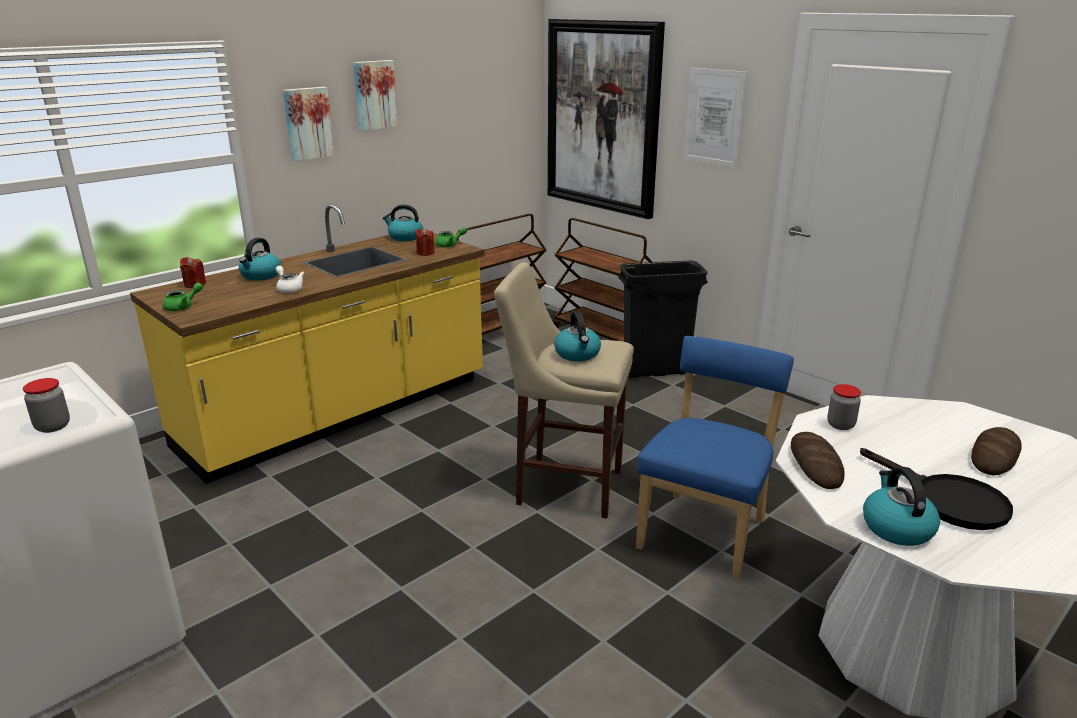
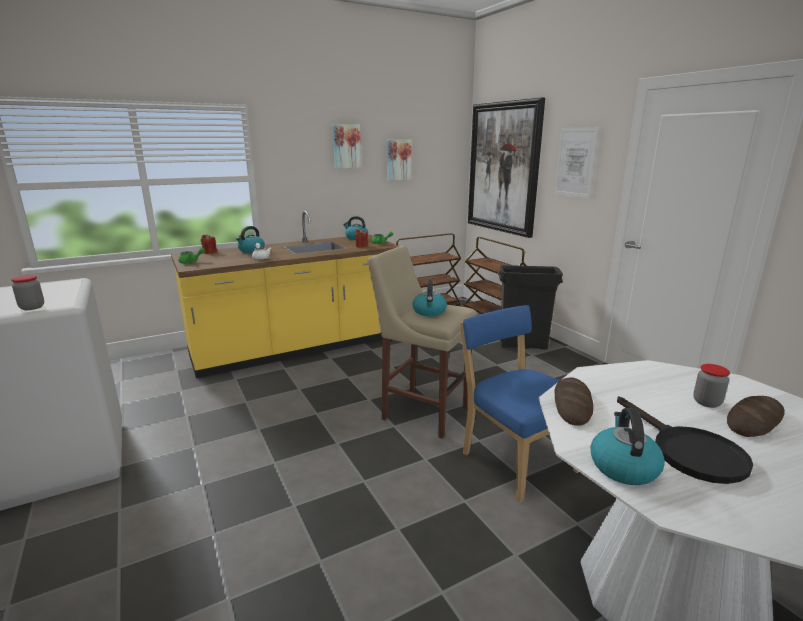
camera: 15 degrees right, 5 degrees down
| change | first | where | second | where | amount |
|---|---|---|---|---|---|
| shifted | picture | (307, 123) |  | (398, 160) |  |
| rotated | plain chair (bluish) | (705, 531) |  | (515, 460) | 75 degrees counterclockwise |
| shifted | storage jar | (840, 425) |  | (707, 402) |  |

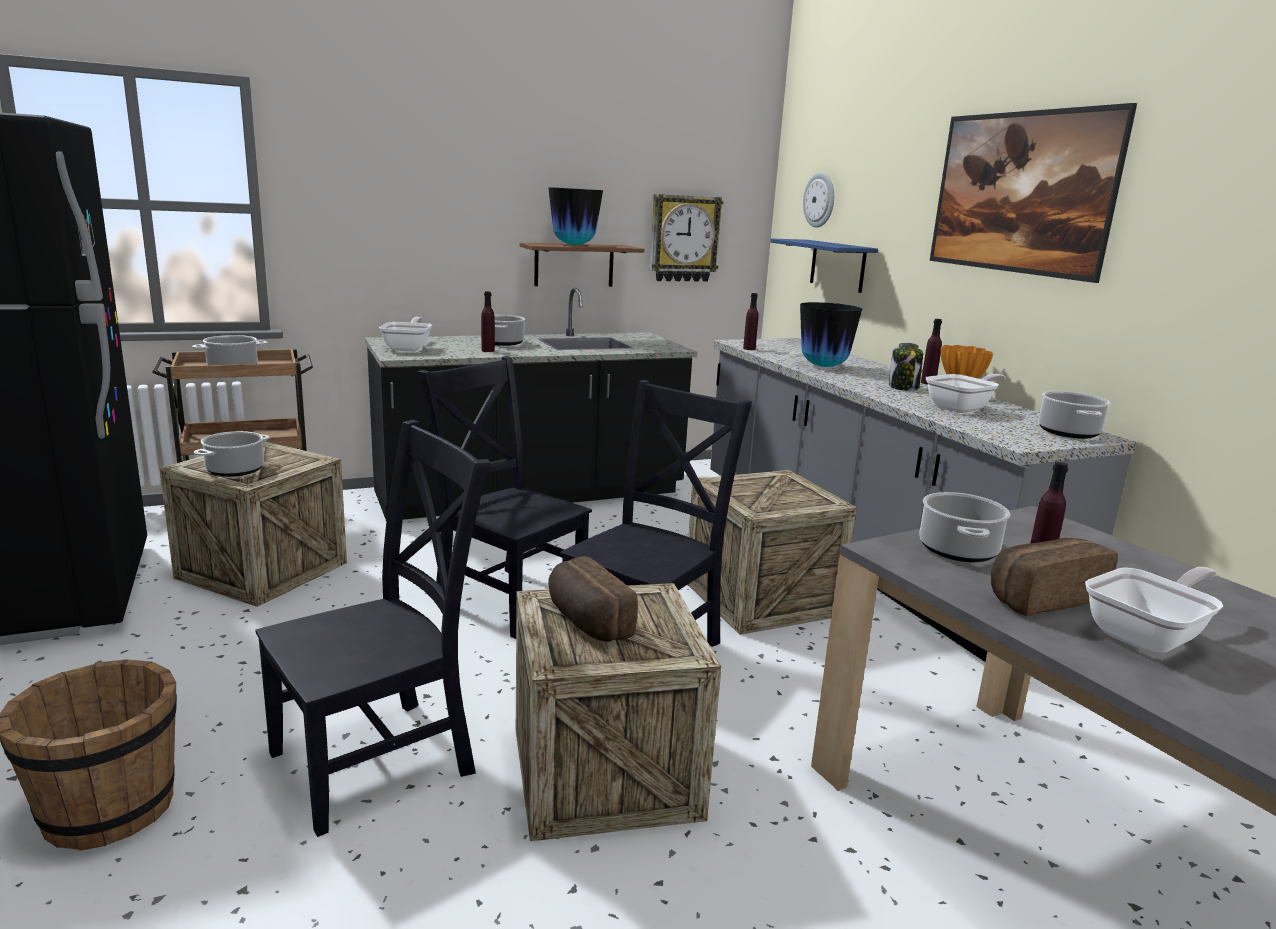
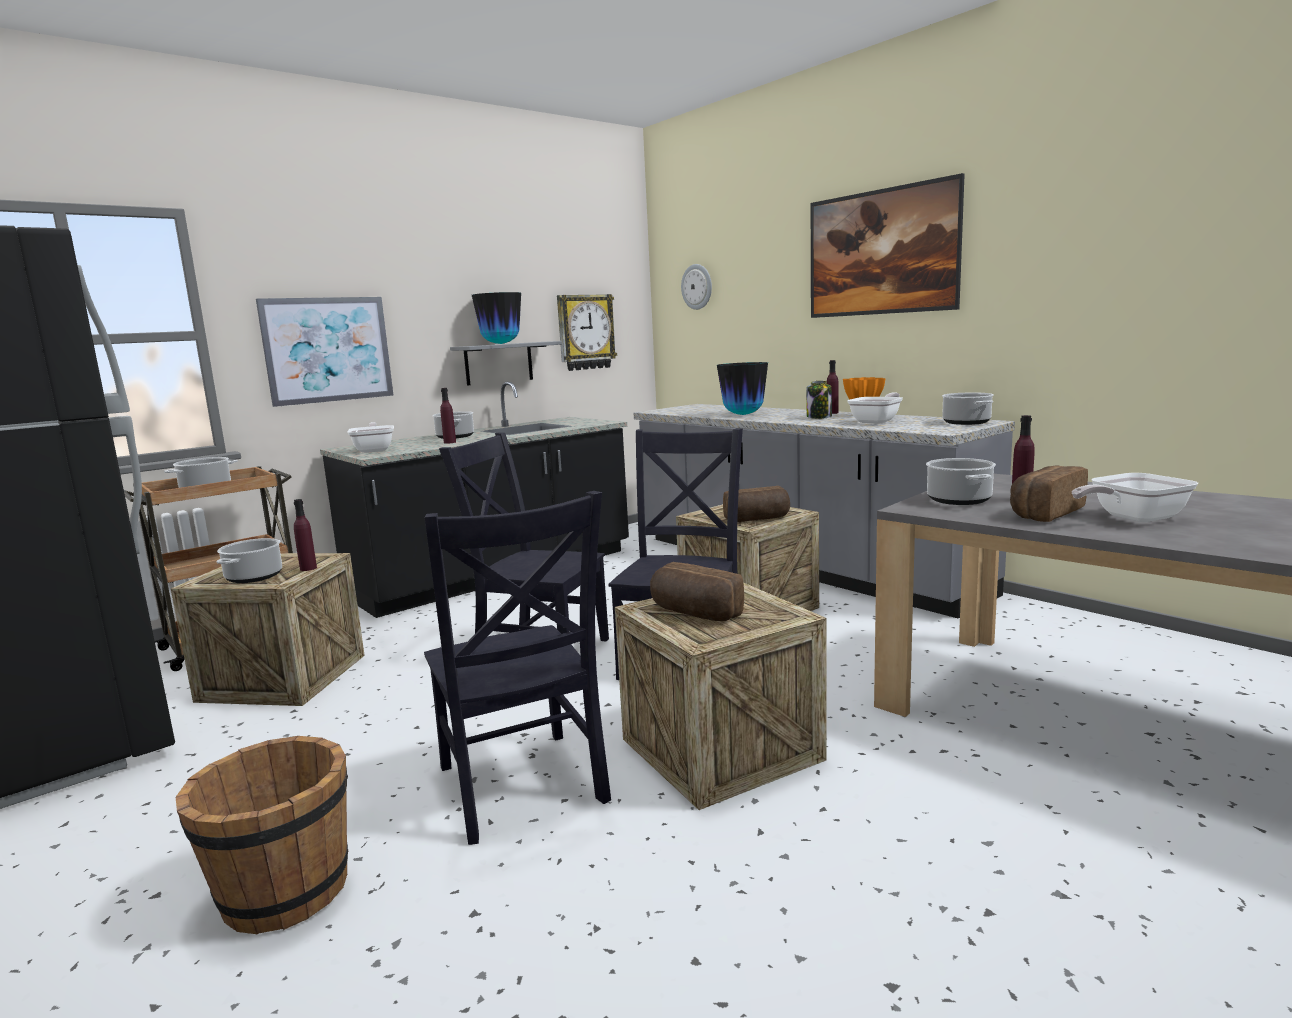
camera: 15 degrees left, 5 degrees down
| change | first | where | second | where | amount |
|---|---|---|---|---|---|
| new |  |  | picture | (327, 350) |  |
| shifted | drink bottle (purplish) | (749, 349) |  | (308, 568) |  |
| rotated | plain chair (blackish) | (381, 760) |  | (522, 788) | 120 degrees clockwise |
| repainted | shelf (brown) | (574, 265) | shelf (greyish) | (498, 363) |  |
| new |  |  | baked bread | (757, 519) |  |
| rotated | pan | (1149, 636) |  | (1131, 518) | 150 degrees counterclockwise |
| gone | shelf (bluish) | (837, 265) |  |  |  |

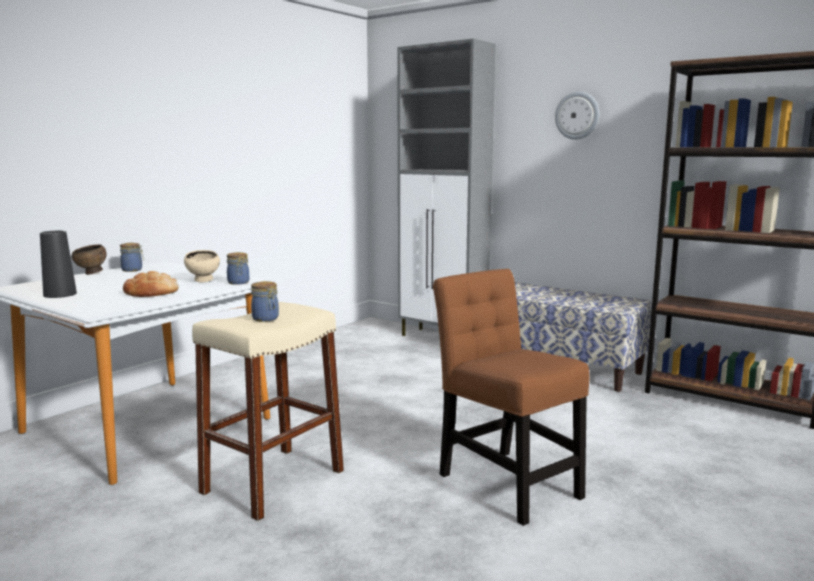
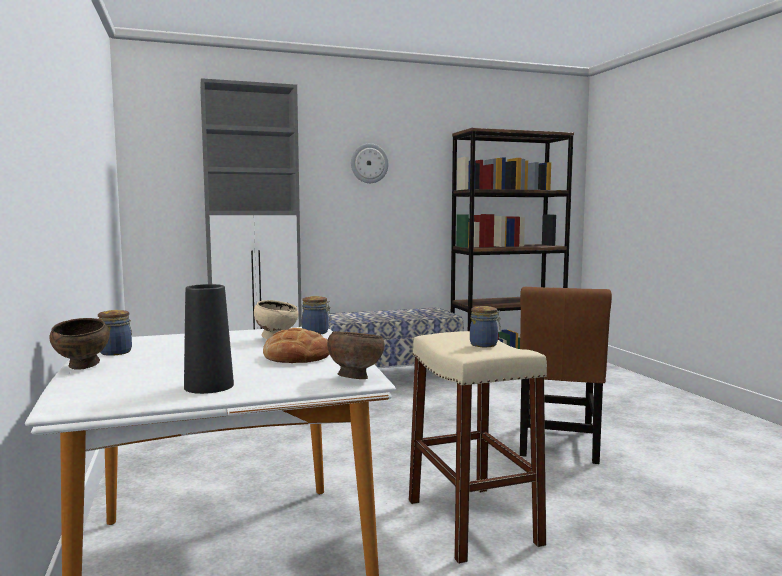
camera: 55 degrees left, 5 degrees down
| change | first | where | second | where | amount |
|---|---|---|---|---|---|
| new |  |  | deep dish (brown) | (355, 378) |  |
| rotated | plain chair (brown) | (505, 482) |  | (558, 444) | 75 degrees counterclockwise |

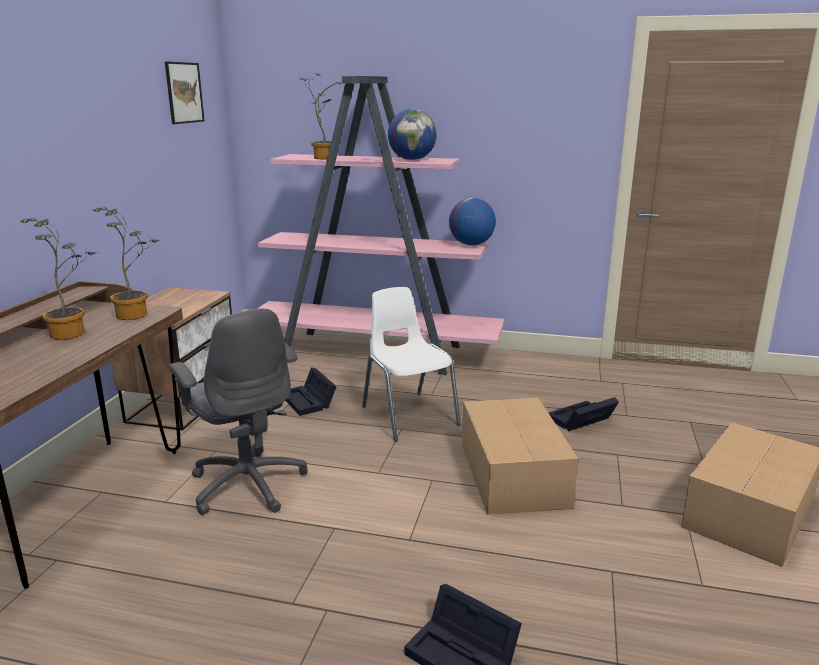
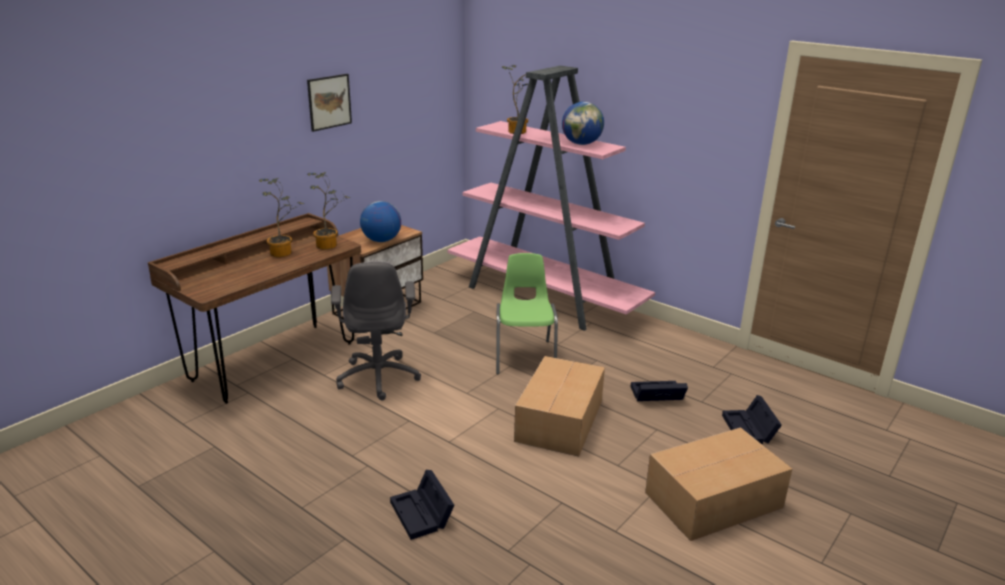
camera: 25 degrees right, 5 degrees up
| change | first | where | second | where | amount |
|---|---|---|---|---|---|
| shifted | picture | (184, 93) |  | (329, 102) |  |
| shifted | desk globe | (471, 244) |  | (381, 240) |  |
| repainted | plain chair (white) | (408, 415) | plain chair (green) | (525, 356) |  |
| shifted | storage bin (blackish) | (309, 401) |  | (750, 430) |  |

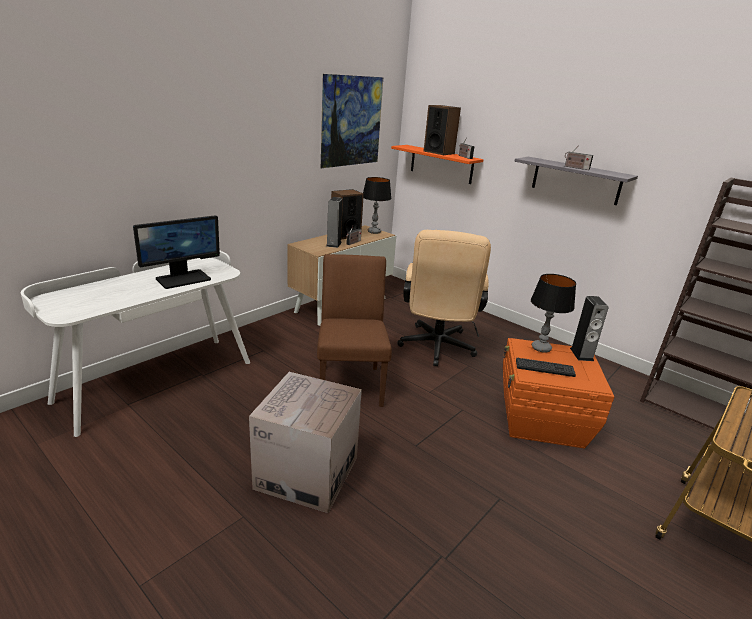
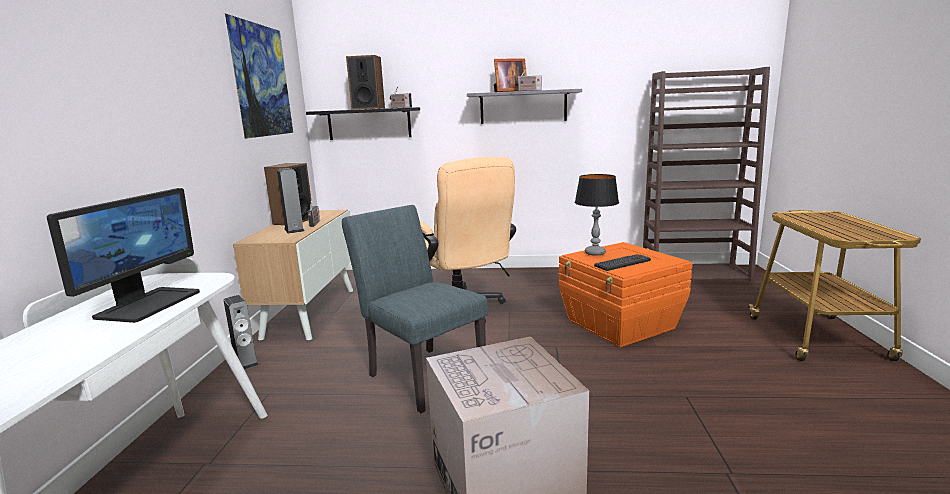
camera: 35 degrees left, 10 degrees down
| change | first | where | second | where | amount |
|---|---|---|---|---|---|
| shifted | audio speaker | (581, 354) |  | (245, 363) |  |
| repainted | shelf (orange-coloured) | (441, 164) | shelf (blackish) | (369, 124) |  |
| repainted | plain chair (brown) | (350, 381) | plain chair (greyish) | (421, 374) |  |
| new |  |  | photo frame | (509, 91) |  |
| gone | lamp for a table | (374, 232) |  |  |  |

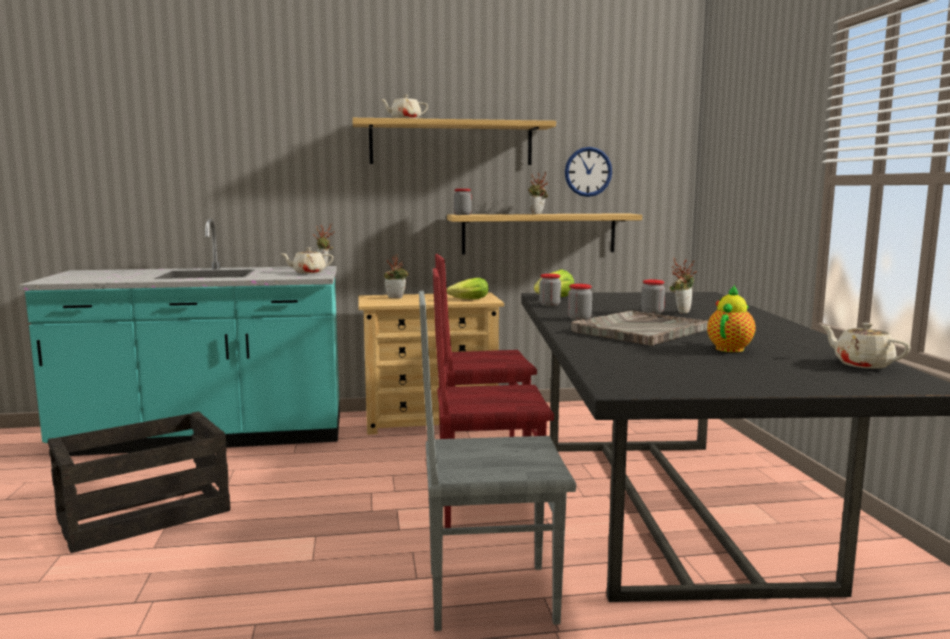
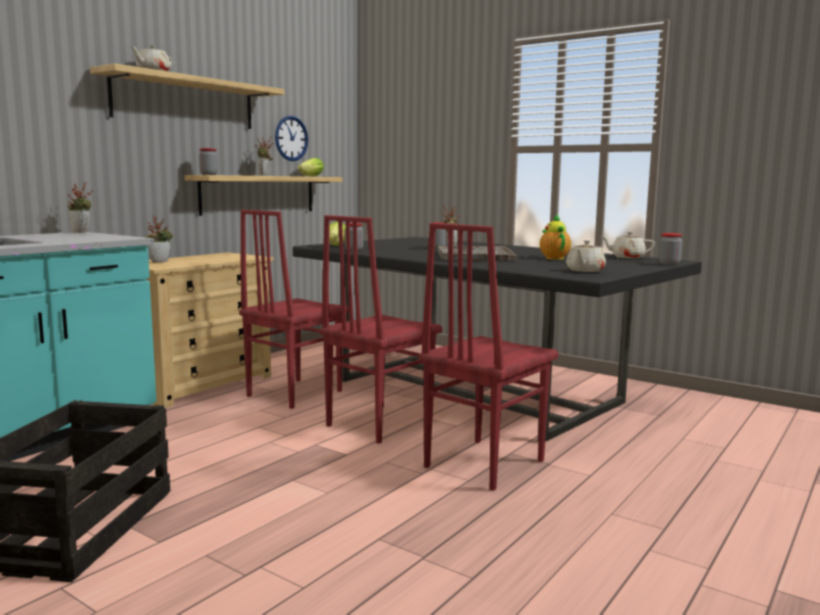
camera: 45 degrees left, 0 degrees up
| change | first | where | second | where | amount |
|---|---|---|---|---|---|
| shifted | head of lettuce | (467, 300) |  | (309, 176) |  |
| repainted | plain chair (greyish) | (489, 595) | plain chair (reddish) | (482, 463) |  |
| shifted | pot for tea (beige-coloured) | (308, 272) |  | (584, 271) |  |
| shifted | storage jar | (579, 319) |  | (669, 264) |  |

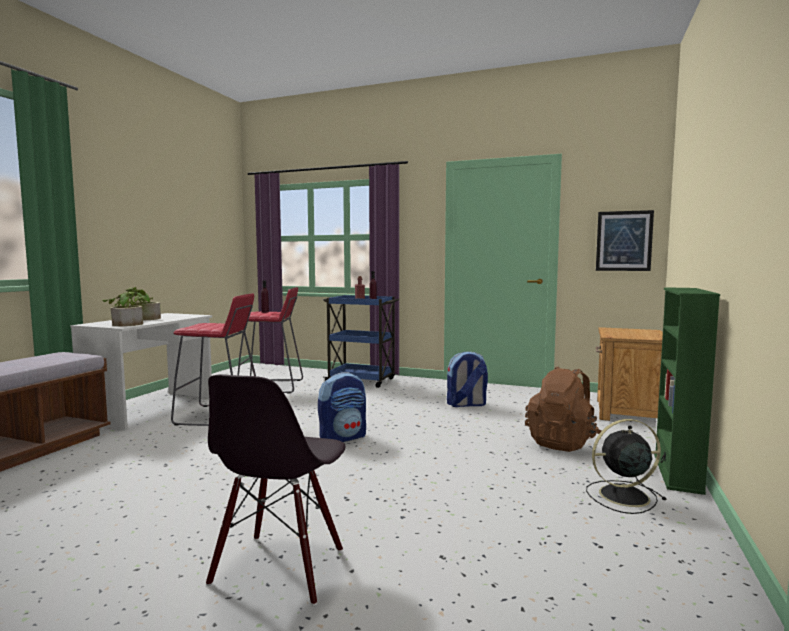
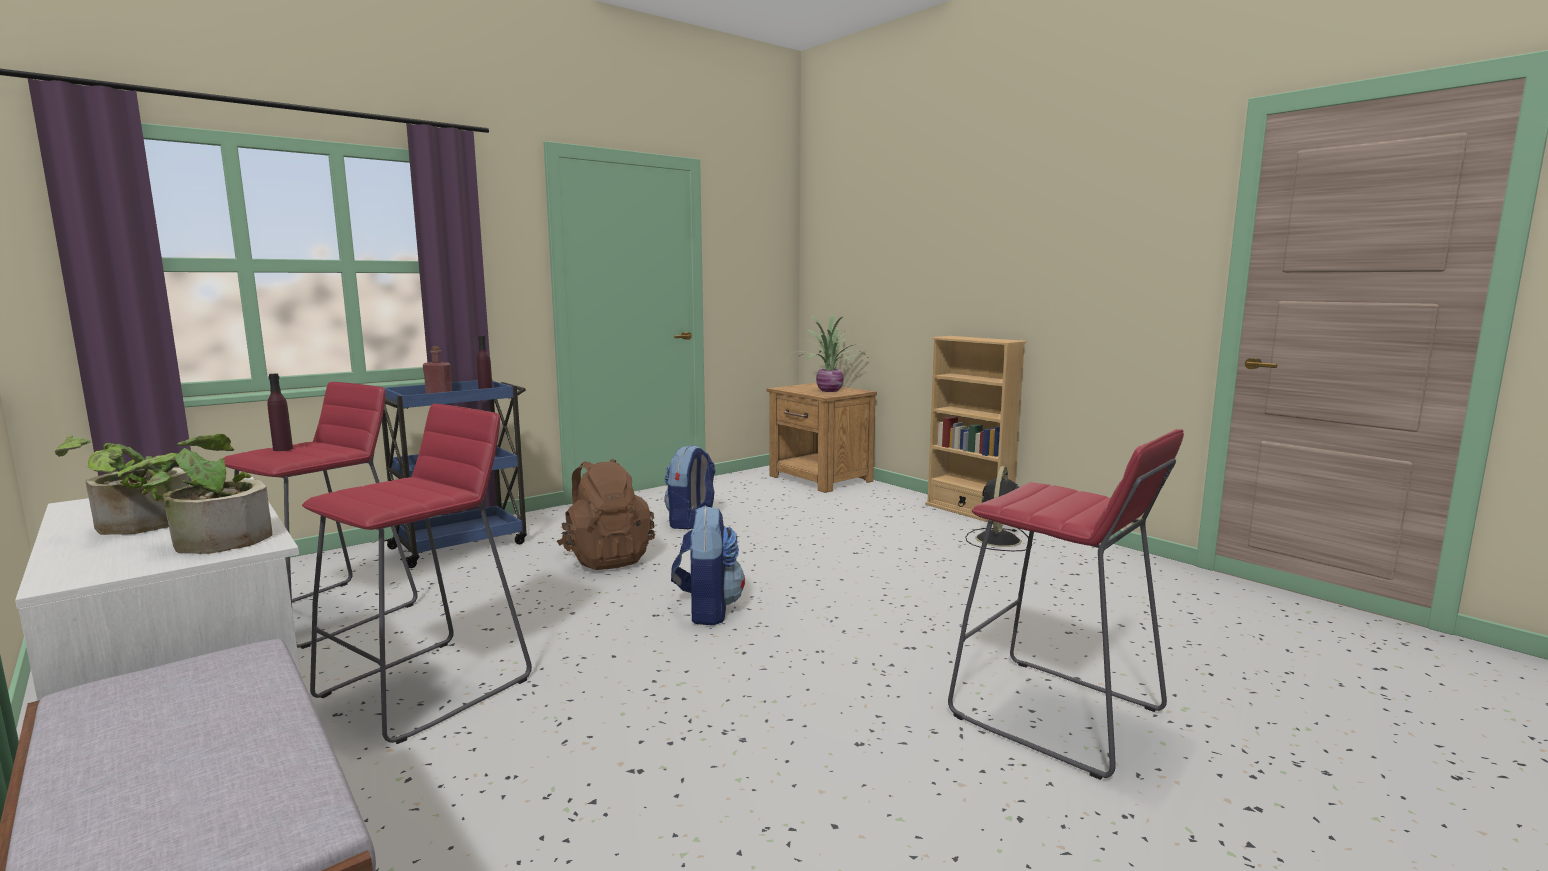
camera: 60 degrees left, 5 degrees up
| change | first | where | second | where | amount |
|---|---|---|---|---|---|
| shifted | rucksack (brown) | (562, 443) |  | (606, 558) |  |
| new |  |  | potted plant | (830, 390) |  |
| repainted | shelving unit (green) | (677, 472) | shelving unit (beige-coloured) | (968, 511) |  |
| swapped | plain chair (blackish) | (279, 567) | sitting stool (reddish) | (1057, 715) |  |
| gone | picture | (623, 241) |  |  |  |

